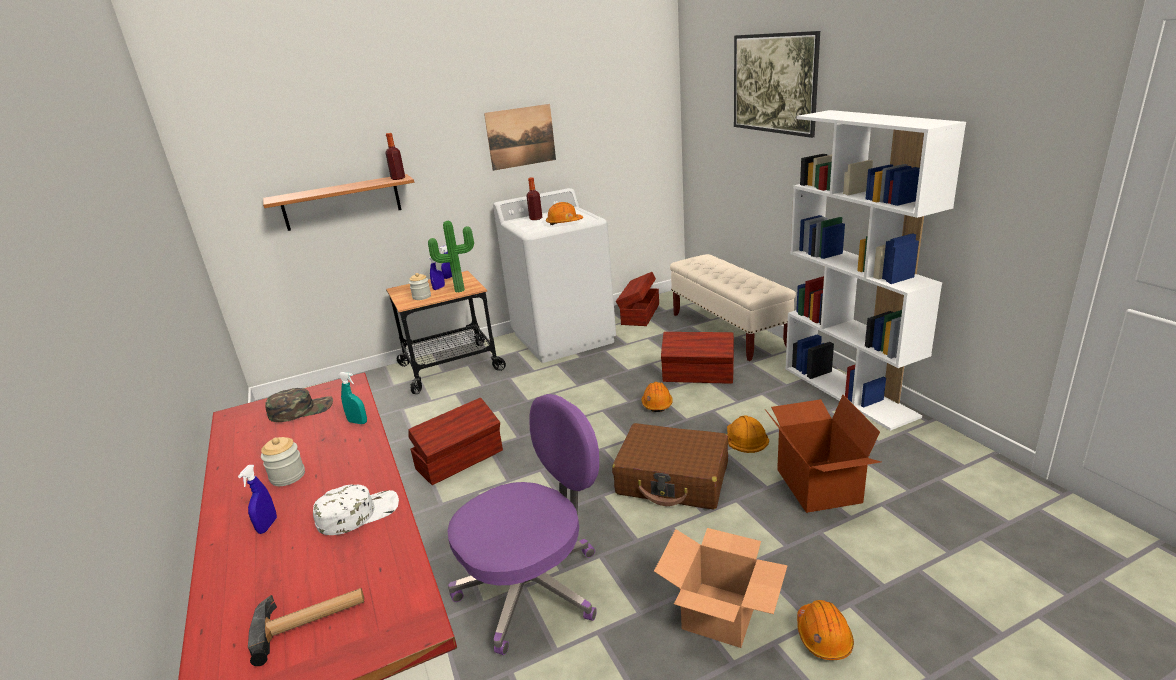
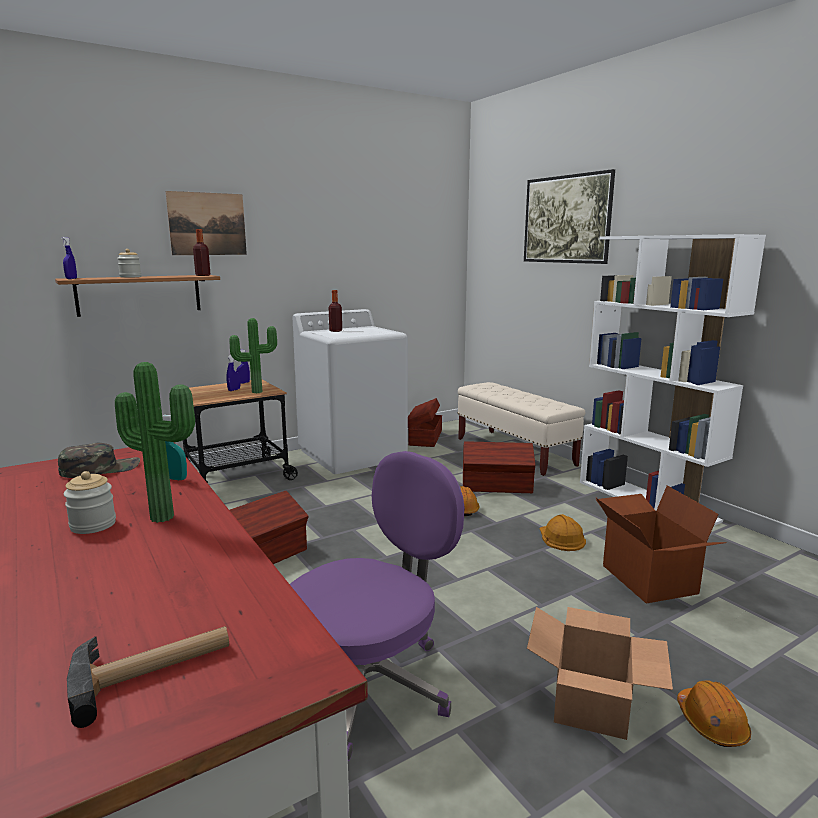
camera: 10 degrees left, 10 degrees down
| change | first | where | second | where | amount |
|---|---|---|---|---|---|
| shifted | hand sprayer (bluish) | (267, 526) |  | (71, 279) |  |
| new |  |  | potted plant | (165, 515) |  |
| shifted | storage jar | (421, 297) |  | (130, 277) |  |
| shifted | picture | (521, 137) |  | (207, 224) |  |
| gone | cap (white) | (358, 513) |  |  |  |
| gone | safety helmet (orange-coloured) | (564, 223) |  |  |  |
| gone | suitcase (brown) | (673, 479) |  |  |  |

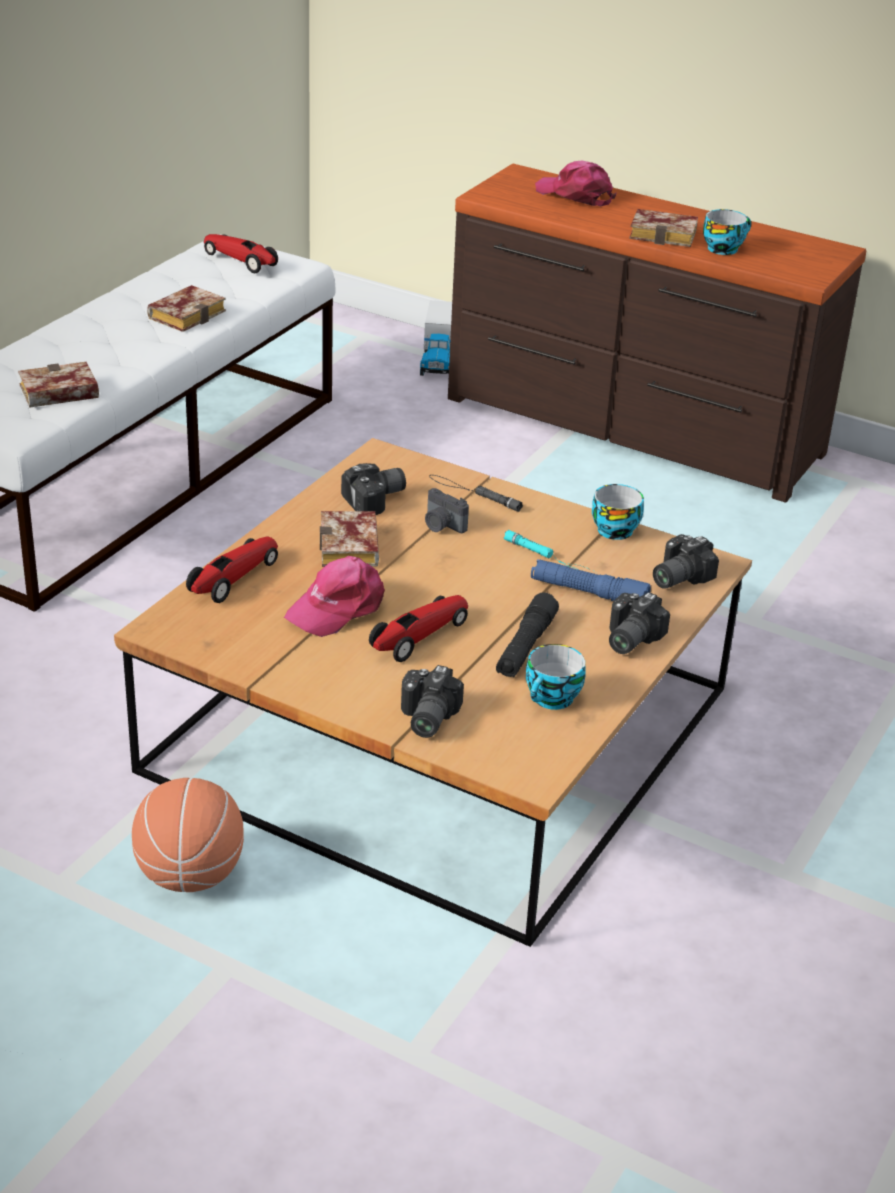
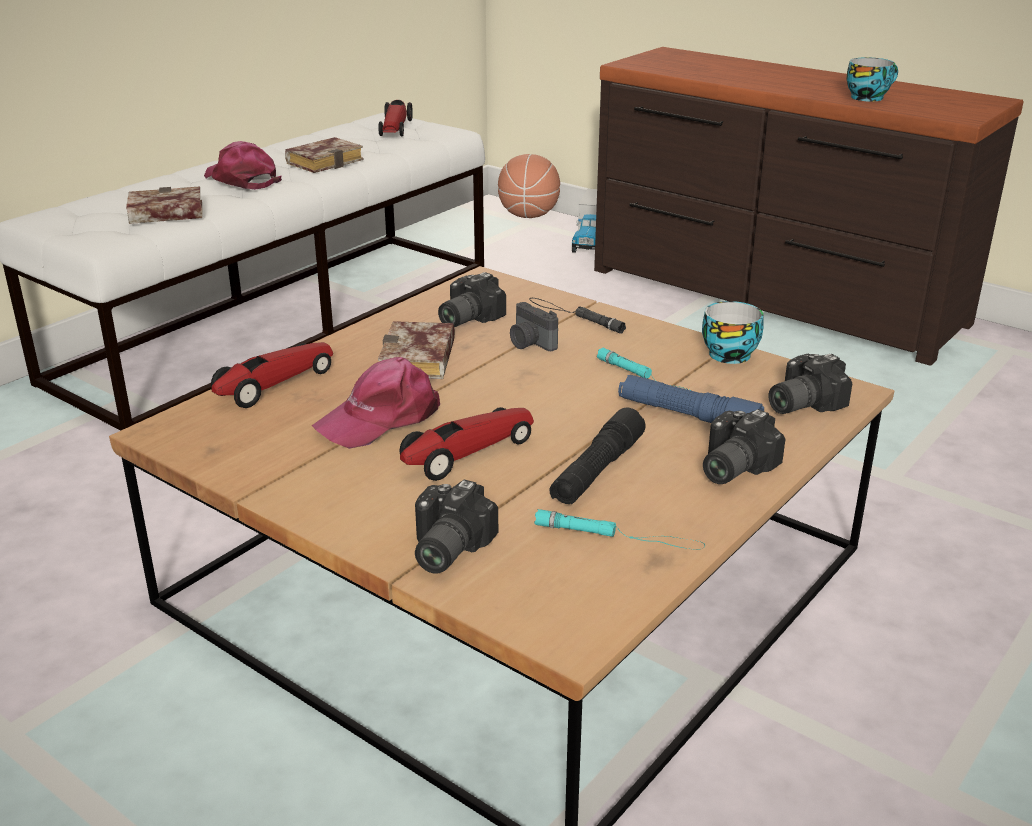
camera: 10 degrees right, 5 degrees down
| change | first | where | second | where | amount |
|---|---|---|---|---|---|
| shifted | cap (pink-coloured) | (575, 195) |  | (241, 179) |  |
| rotated | toy car | (241, 261) |  | (395, 128) | 135 degrees counterclockwise |
| rotated | photo camera | (377, 501) |  | (465, 319) | 150 degrees clockwise |
| shifted | basketball ball | (190, 874) |  | (528, 215) |  |
| swapped | small cup | (552, 699) | torch (blue-green) | (619, 535) |  |
| gone | book | (666, 235) |  |  |  |

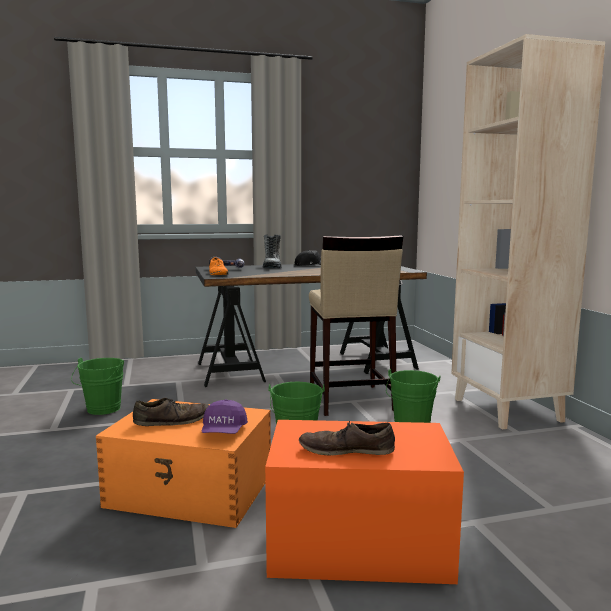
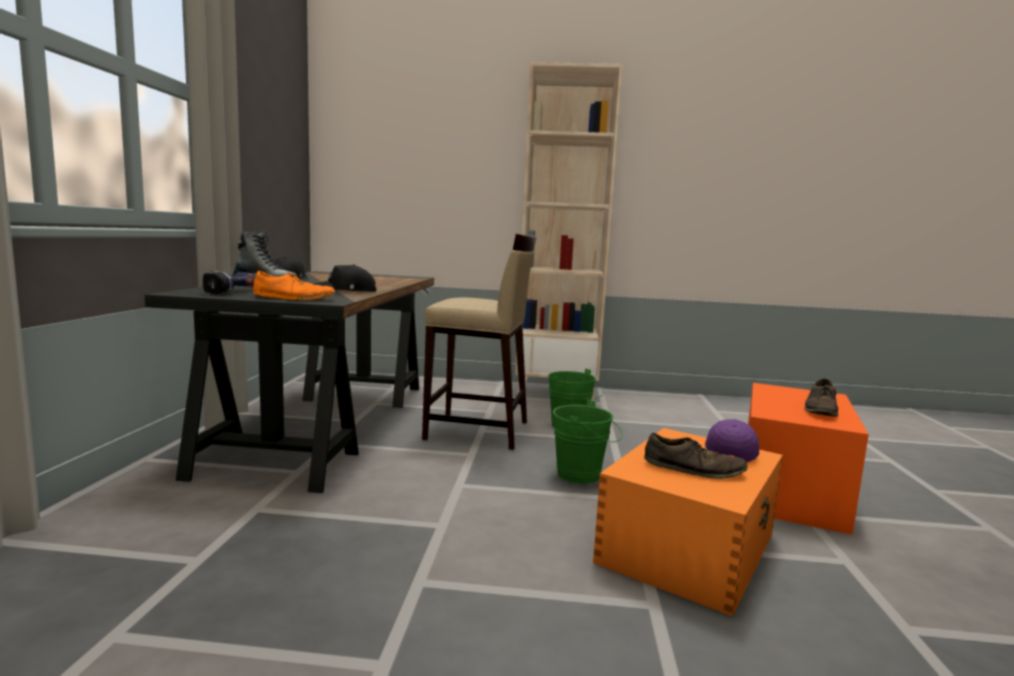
camera: 70 degrees left, 0 degrees up
| change | first | where | second | where | amount |
|---|---|---|---|---|---|
| new |  |  | cap (blackish) | (346, 291) |  |
| rotated | shoe (brown) | (173, 420) |  | (694, 469) | 105 degrees clockwise |
| rotated | cap (purplish) | (223, 432) |  | (731, 452) | 90 degrees counterclockwise |
| gone | pail (green) | (101, 410) |  |  |  |

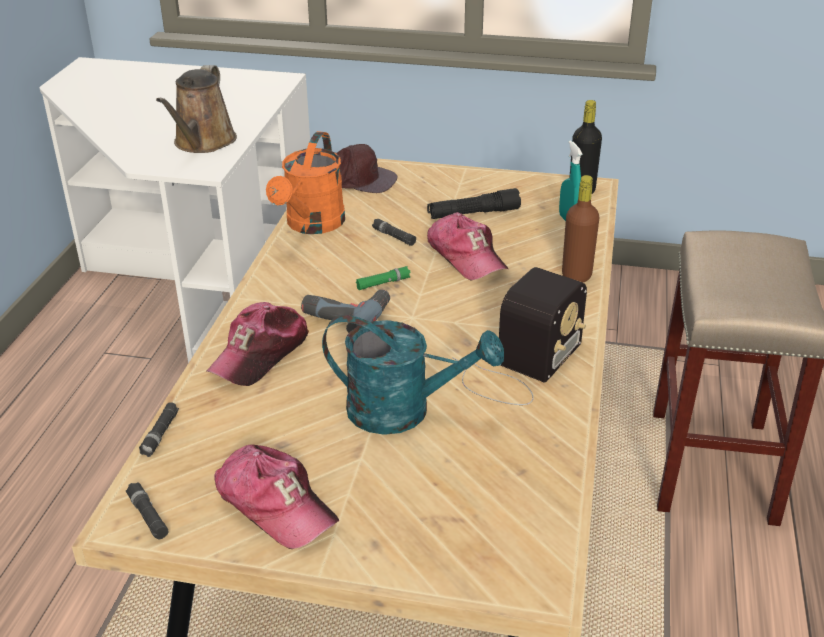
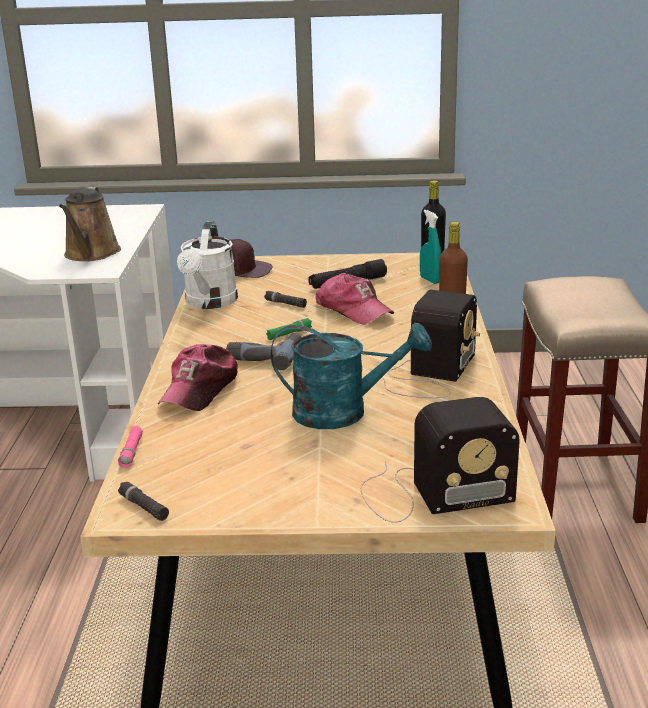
camera: 10 degrees left, 10 degrees down
| change | first | where | second | where | amount |
|---|---|---|---|---|---|
| repainted | torch (blackish) | (160, 434) | torch (pink-coloured) | (131, 452) |  |
| repainted | watering pot (orange-coloured) | (311, 225) | watering pot (white) | (209, 303) |  |
| new |  |  | radio receiver | (430, 493) |  |
| gone | cap | (275, 504) |  |  |  |

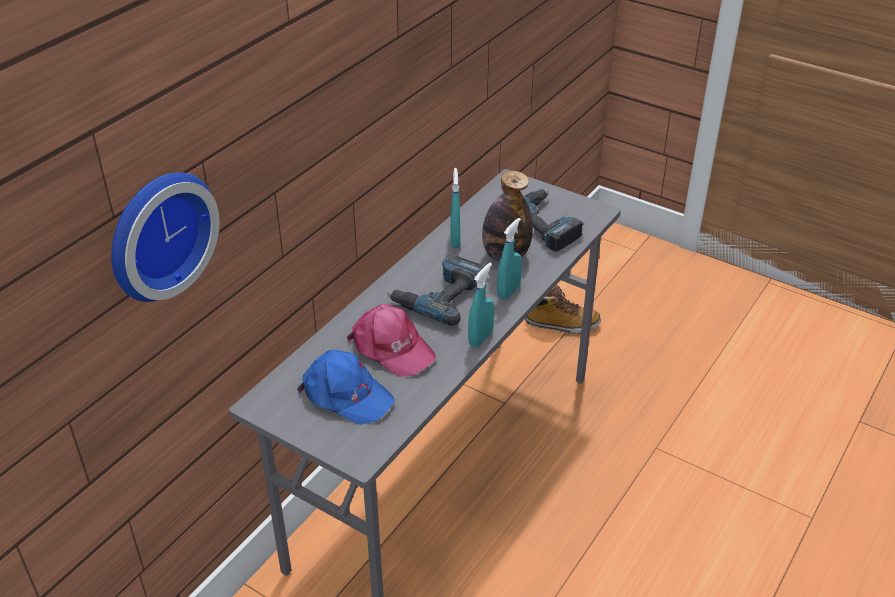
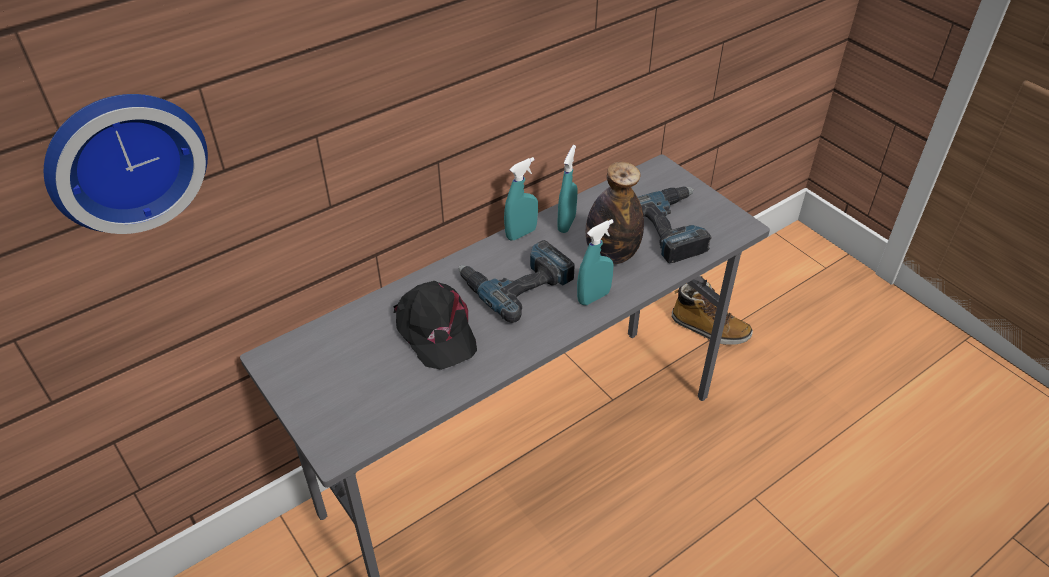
camera: 20 degrees right, 5 degrees up
| change | first | where | second | where | amount |
|---|---|---|---|---|---|
| repainted | cap (pink-coloured) | (391, 348) | cap (blackish) | (435, 331) |  |
| shifted | hand sprayer (blue-green) | (480, 338) |  | (521, 233) |  |
| gone | cap (bluish) | (345, 394) |  |  |  |

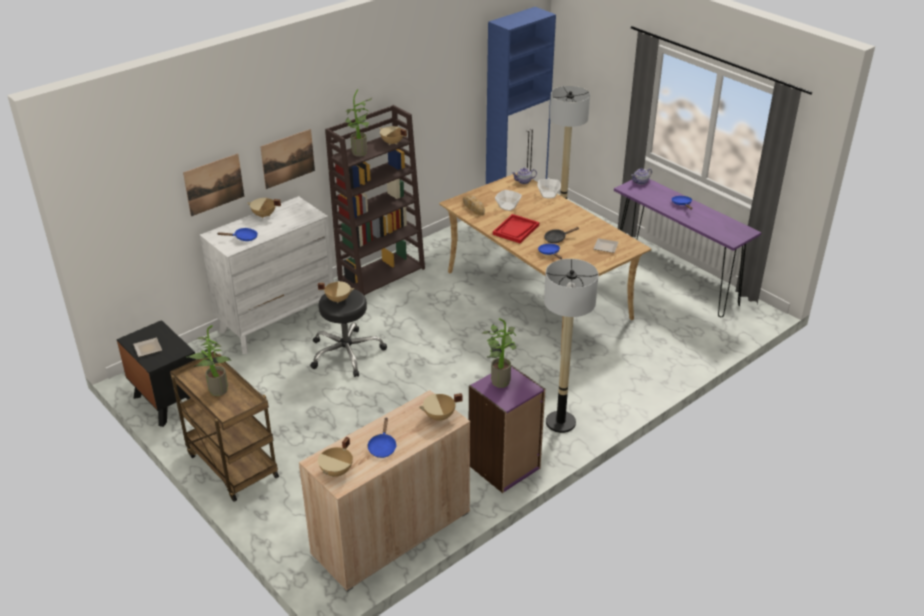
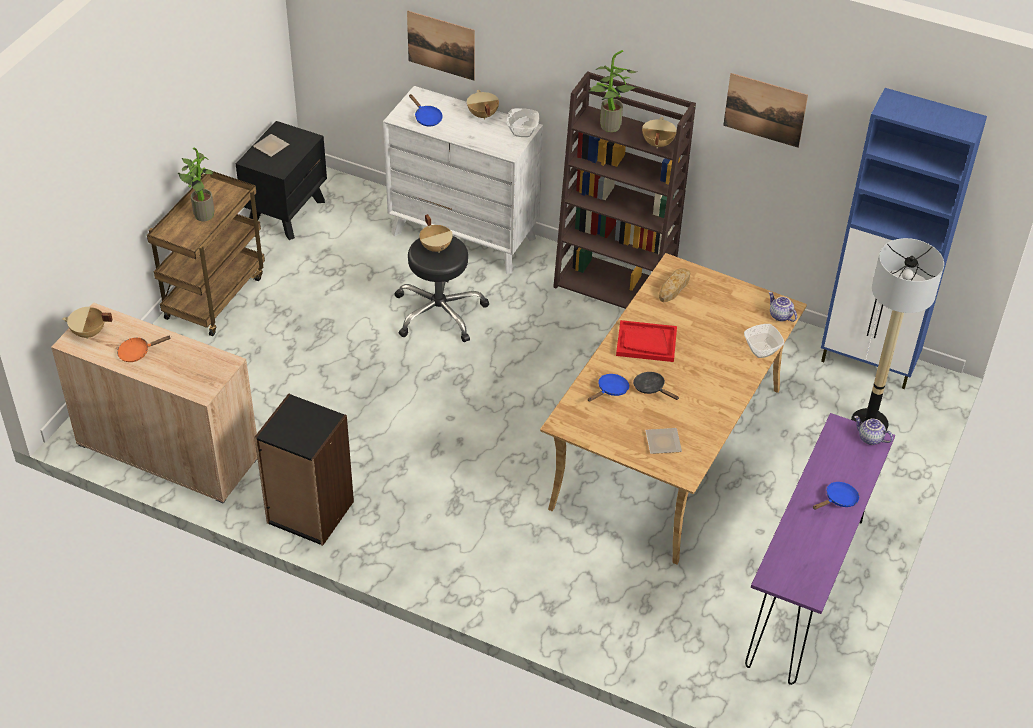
camera: 65 degrees right, 10 degrees up
| change | first | where | second | where | amount |
|---|---|---|---|---|---|
| repainted | pan (bluish) | (382, 447) | pan (orange-coloured) | (137, 352) |  |
| repainted | shelving unit (purplish) | (504, 467) | shelving unit (blackish) | (309, 513) |  |
| shifted | deep dish | (507, 206) |  | (523, 131) |  |
| shifted | picture | (288, 158) |  | (765, 110) |  |
| gone | stockpot (beige-coloured) | (439, 417) |  |  |  |
| gone | potted plant | (499, 380) |  |  |  |
| gone | standing lamp | (560, 422) |  |  |  |

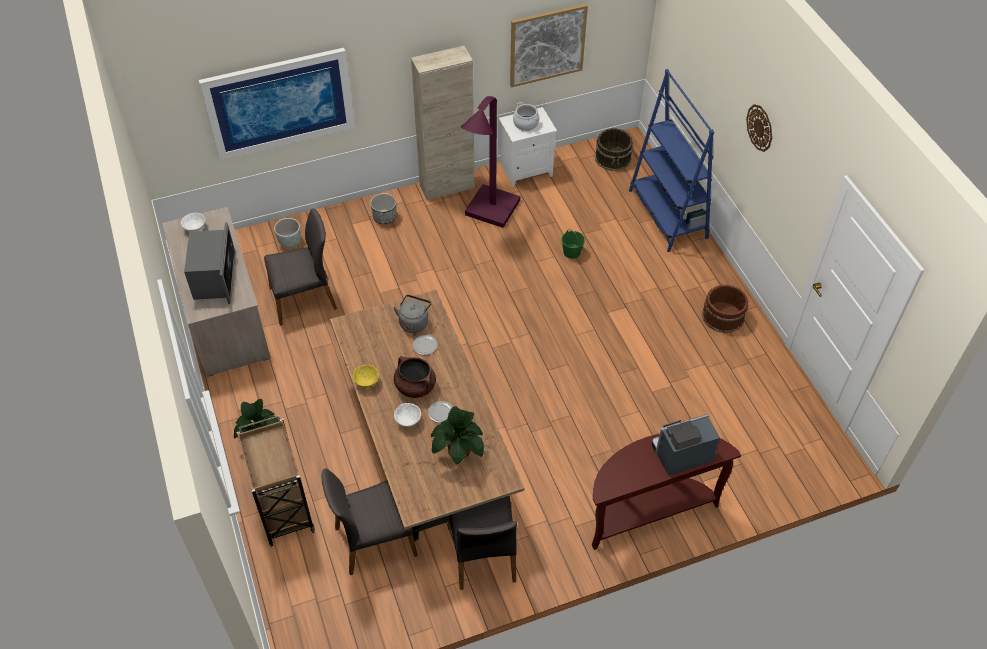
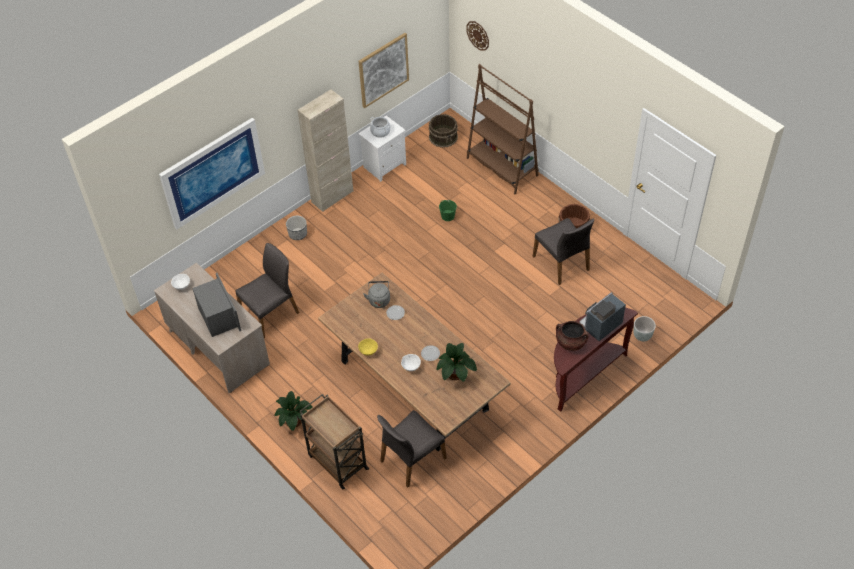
camera: 20 degrees left, 0 degrees up
| change | first | where | second | where | amount |
|---|---|---|---|---|---|
| shifted | wall clock | (760, 127) |  | (478, 35) |  |
| repainted | shelving unit (bluish) | (667, 214) | shelving unit (brown) | (502, 167) |  |
| shifted | plain chair (greyish) | (483, 555) |  | (562, 263) |  |
| shifted | stockpot (brown) | (415, 386) |  | (570, 342) |  |
| shifted | flower pot (greyish) | (290, 242) |  | (642, 335) |  |
| gone | standing lamp (purplish) | (489, 213) |  |  |  |

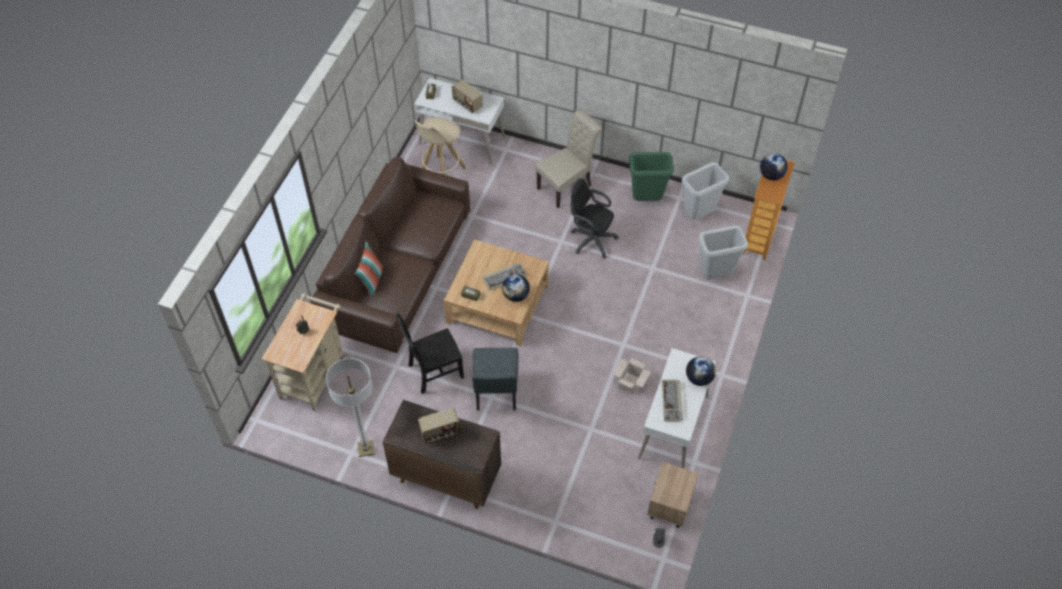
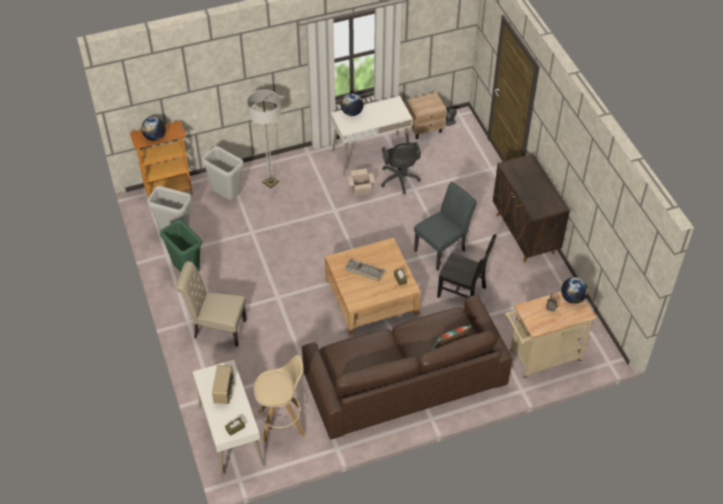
camera: 130 degrees left, 5 degrees down
| change | first | where | second | where | amount |
|---|---|---|---|---|---|
| shifted | standing lamp | (366, 449) |  | (270, 182) |  |
| shifted | desk chair (blackish) | (590, 239) |  | (399, 181) |  |
| shifted | desk globe | (516, 296) |  | (572, 298) |  |
| gone | radio receiver | (440, 432) |  |  |  |
| gone | computer keyboard | (672, 401) |  |  |  |

